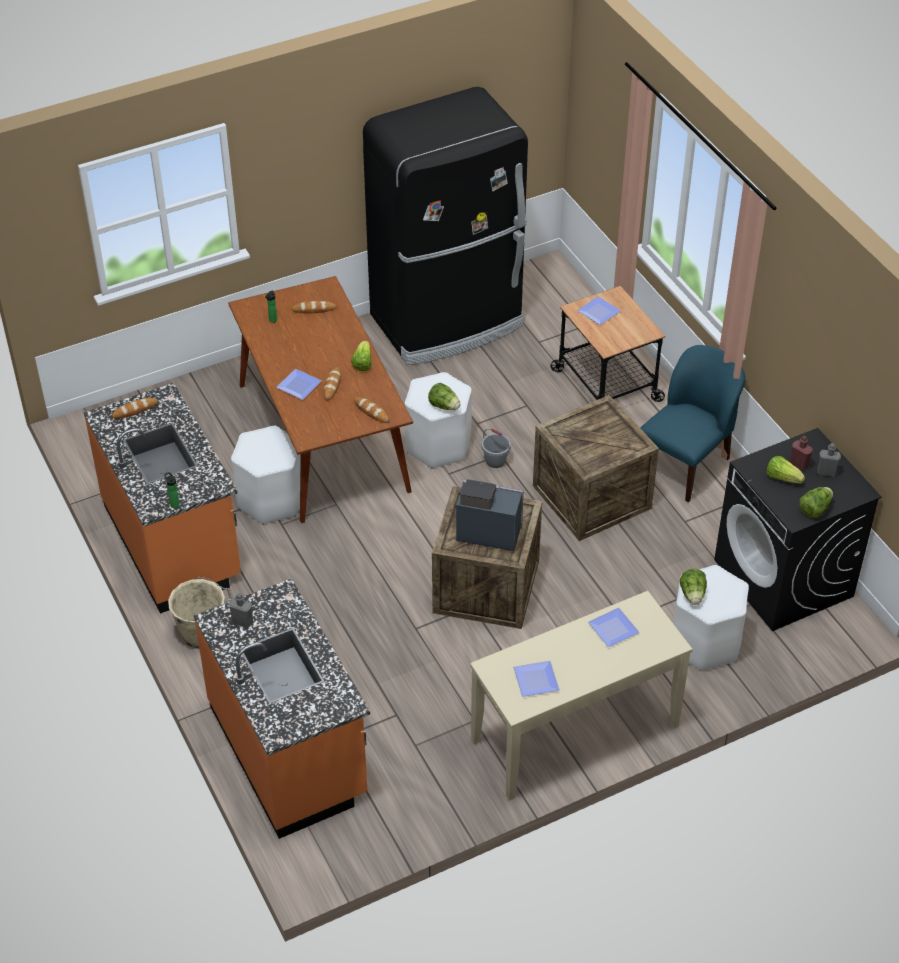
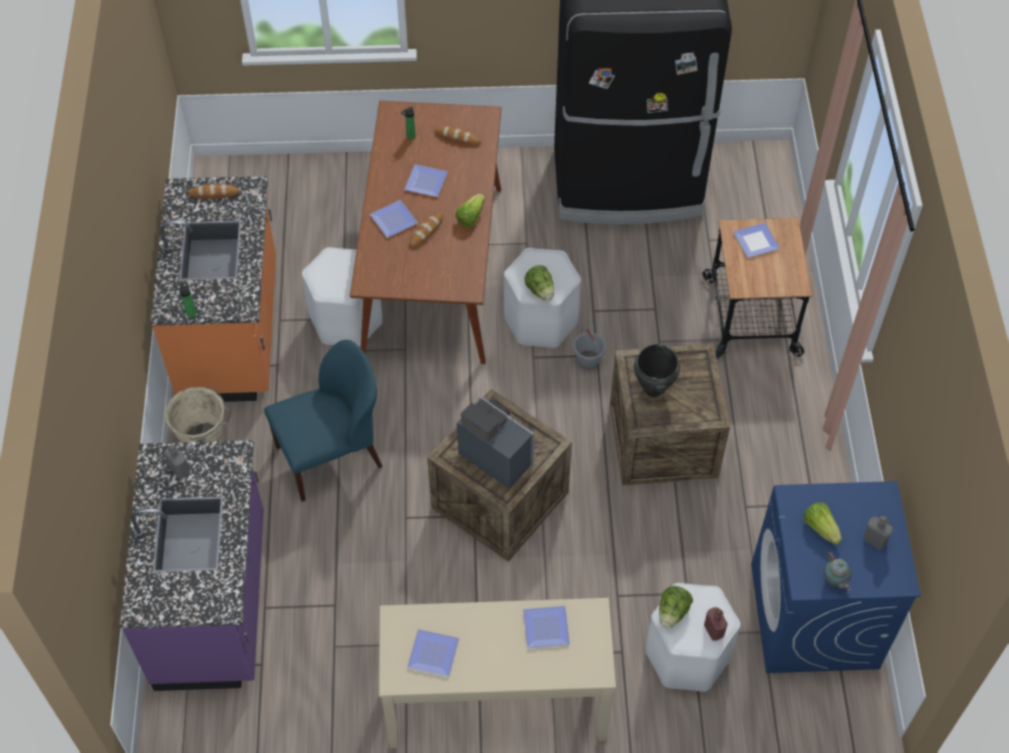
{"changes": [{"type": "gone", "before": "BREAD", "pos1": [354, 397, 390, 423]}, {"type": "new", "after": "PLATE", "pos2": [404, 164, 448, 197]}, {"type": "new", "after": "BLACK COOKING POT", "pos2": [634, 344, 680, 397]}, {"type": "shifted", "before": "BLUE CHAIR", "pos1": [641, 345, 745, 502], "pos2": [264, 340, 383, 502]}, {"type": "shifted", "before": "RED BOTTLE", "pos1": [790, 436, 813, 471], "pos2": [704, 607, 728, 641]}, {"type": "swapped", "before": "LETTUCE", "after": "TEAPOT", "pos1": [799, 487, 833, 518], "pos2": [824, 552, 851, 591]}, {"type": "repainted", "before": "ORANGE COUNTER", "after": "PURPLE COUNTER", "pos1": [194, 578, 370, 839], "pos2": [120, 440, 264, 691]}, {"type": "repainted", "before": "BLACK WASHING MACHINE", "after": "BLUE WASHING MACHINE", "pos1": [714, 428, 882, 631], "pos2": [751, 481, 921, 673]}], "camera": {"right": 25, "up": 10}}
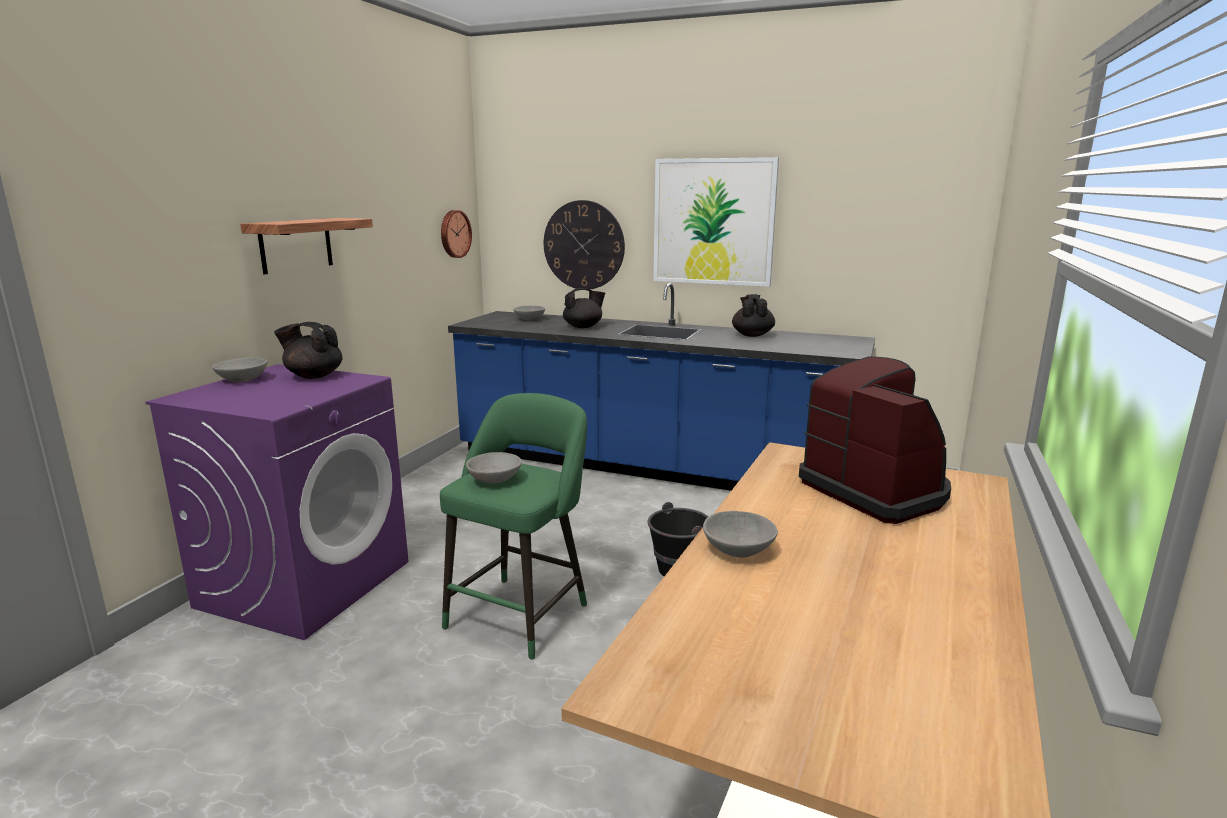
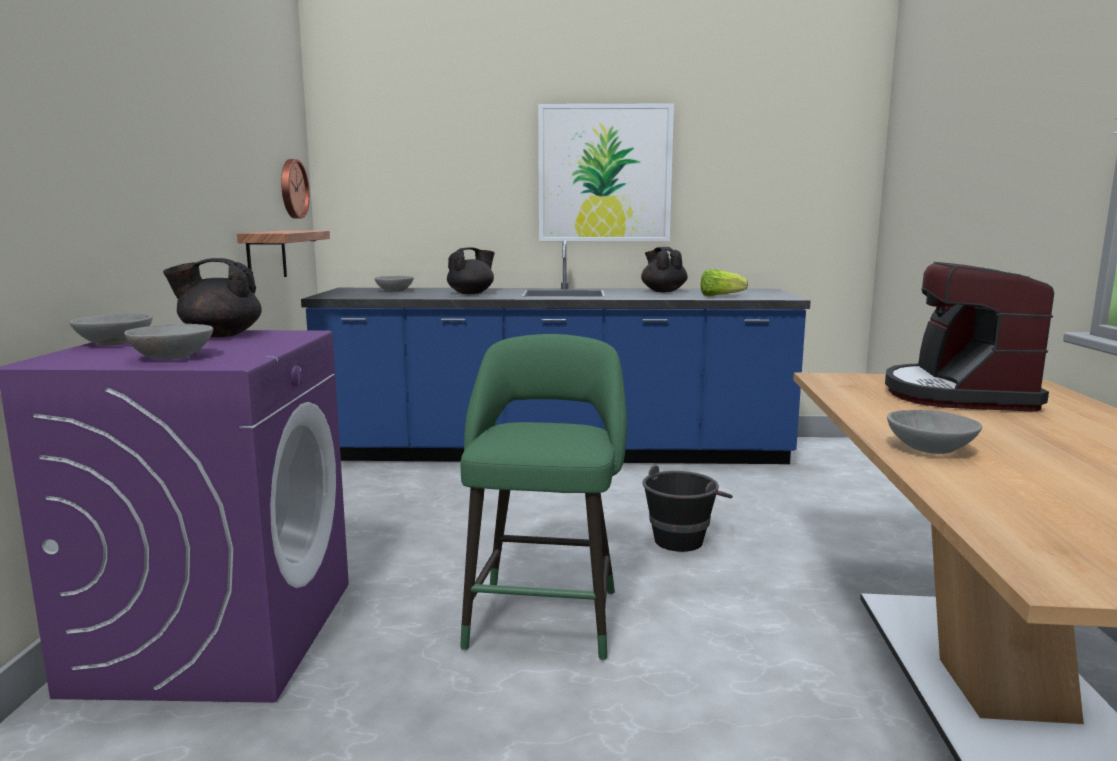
{"changes": [{"type": "gone", "before": "WALL CLOCK", "pos1": [544, 200, 625, 290]}, {"type": "new", "after": "LETTUCE", "pos2": [701, 269, 748, 296]}, {"type": "shifted", "before": "SHELF", "pos1": [240, 218, 373, 274], "pos2": [237, 230, 330, 277]}, {"type": "shifted", "before": "GREY BOWL", "pos1": [466, 452, 522, 483], "pos2": [124, 324, 213, 359]}, {"type": "rotated", "before": "COFFEE MACHINE", "pos1": [799, 357, 951, 524], "pos2": [885, 262, 1054, 412], "turn": -120}], "camera": {"right": -20, "up": -5}}
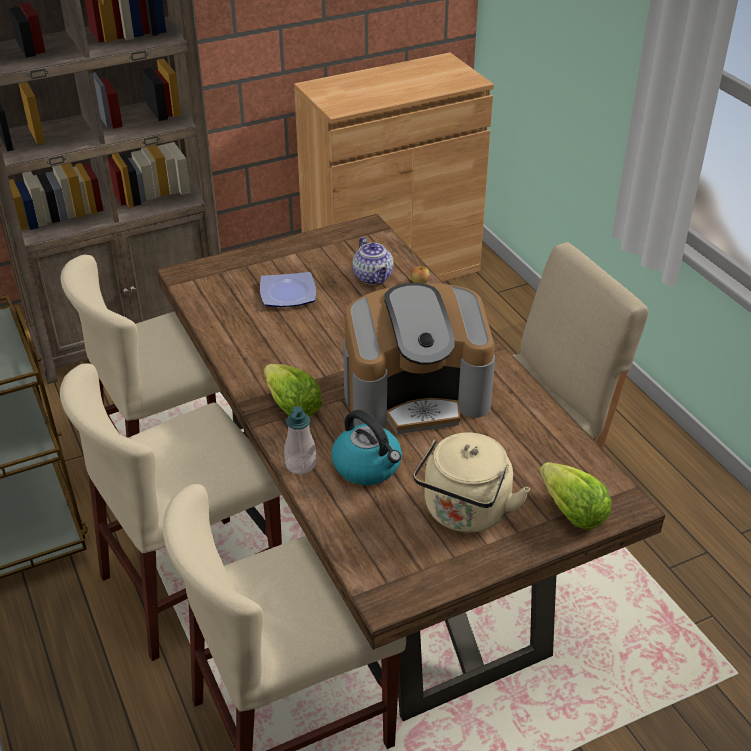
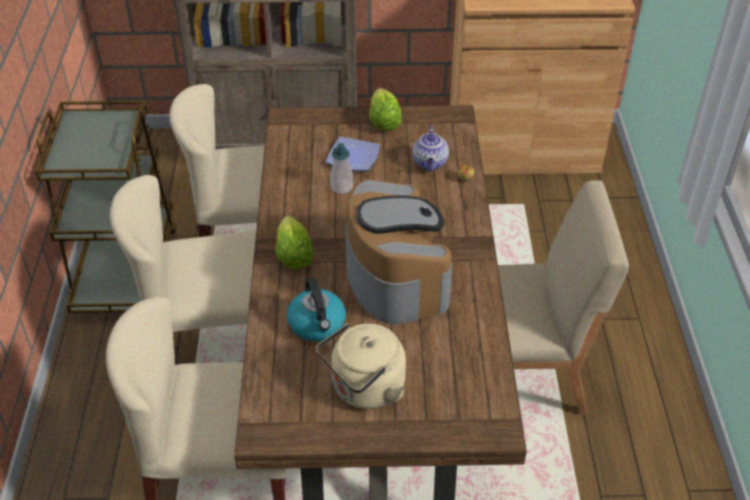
{"changes": [{"type": "shifted", "before": "SOAP DISPENSER", "pos1": [284, 406, 316, 474], "pos2": [330, 143, 353, 194]}, {"type": "shifted", "before": "LETTUCE", "pos1": [540, 462, 612, 530], "pos2": [369, 88, 402, 131]}, {"type": "rotated", "before": "COFFEE MACHINE", "pos1": [343, 283, 495, 434], "pos2": [346, 179, 452, 325], "turn": -120}], "camera": {"right": 25, "up": 5}}
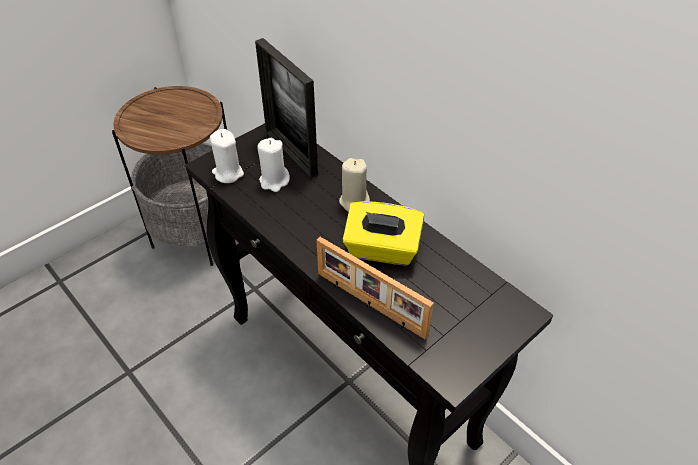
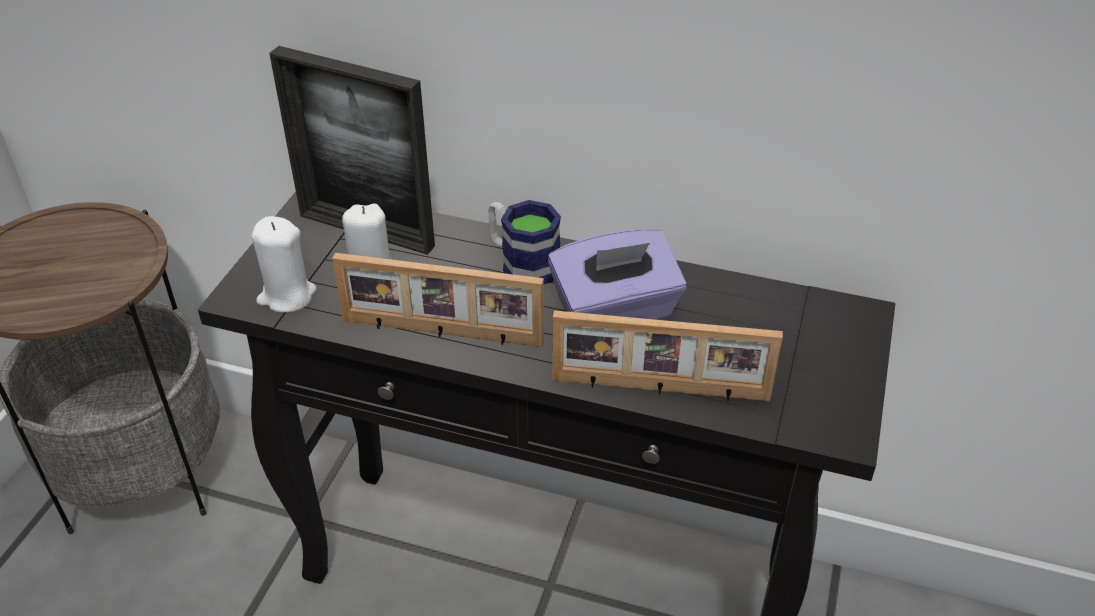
{"changes": [{"type": "new", "after": "PICTURE FRAME", "pos2": [332, 253, 544, 347]}, {"type": "swapped", "before": "BEIGE CANDLE", "after": "MUG", "pos1": [339, 158, 370, 212], "pos2": [488, 200, 561, 284]}, {"type": "repainted", "before": "YELLOW TISSUE BOX", "after": "PURPLE TISSUE BOX", "pos1": [343, 201, 424, 266], "pos2": [548, 229, 687, 320]}], "camera": {"right": -30, "up": -5}}
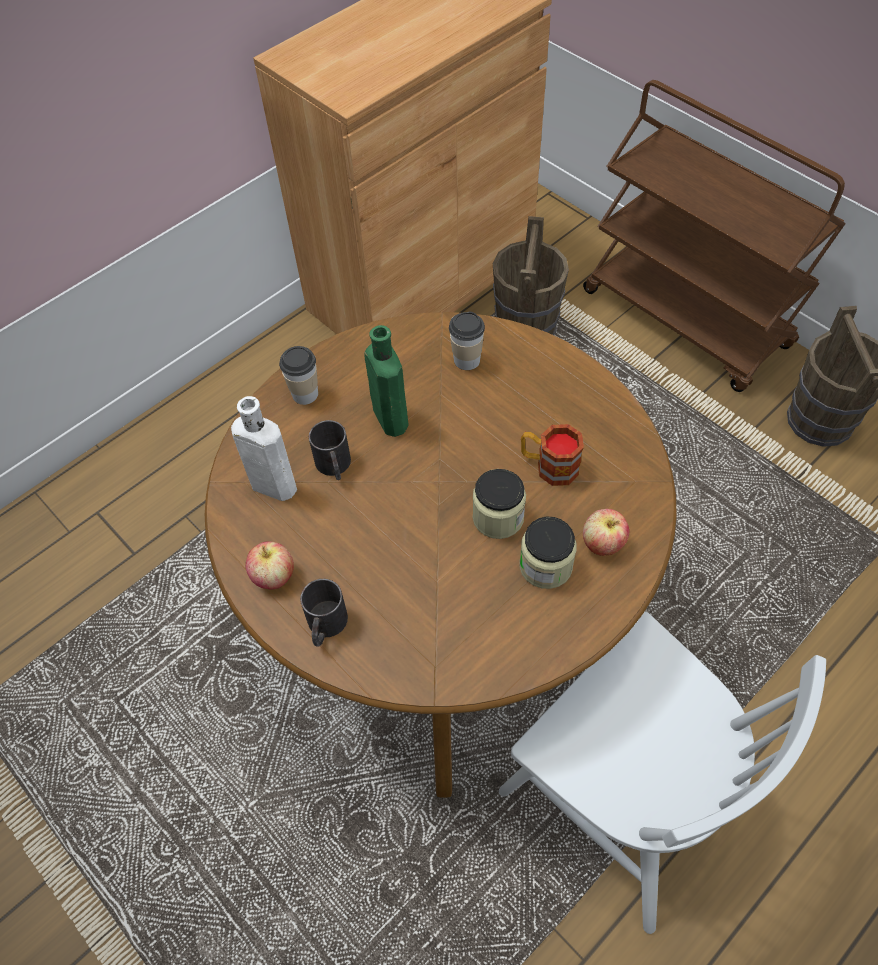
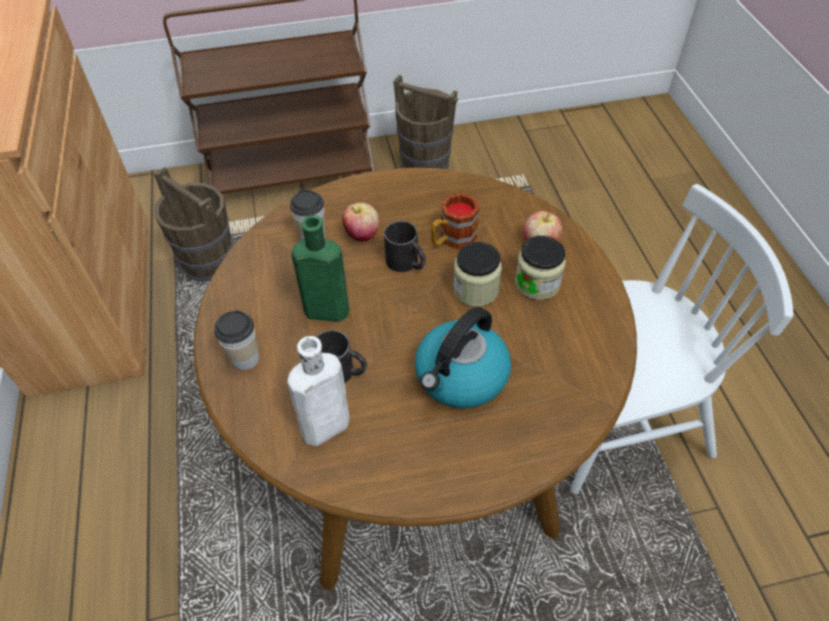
{"changes": [{"type": "new", "after": "KETTLE", "pos2": [415, 307, 511, 408]}, {"type": "shifted", "before": "APPLE", "pos1": [246, 541, 294, 590], "pos2": [342, 202, 379, 242]}, {"type": "shifted", "before": "BLACK MUG", "pos1": [300, 579, 348, 646], "pos2": [384, 221, 426, 272]}], "camera": {"right": -60, "up": -5}}
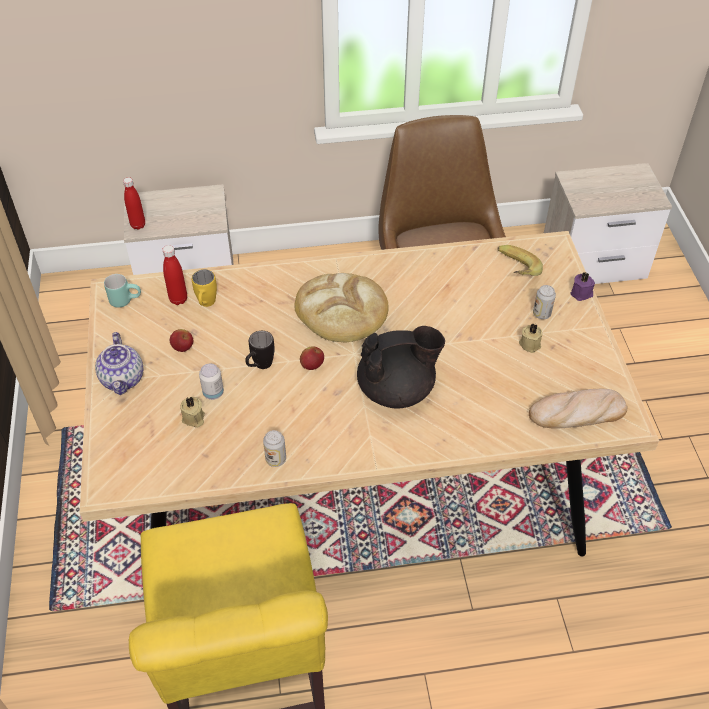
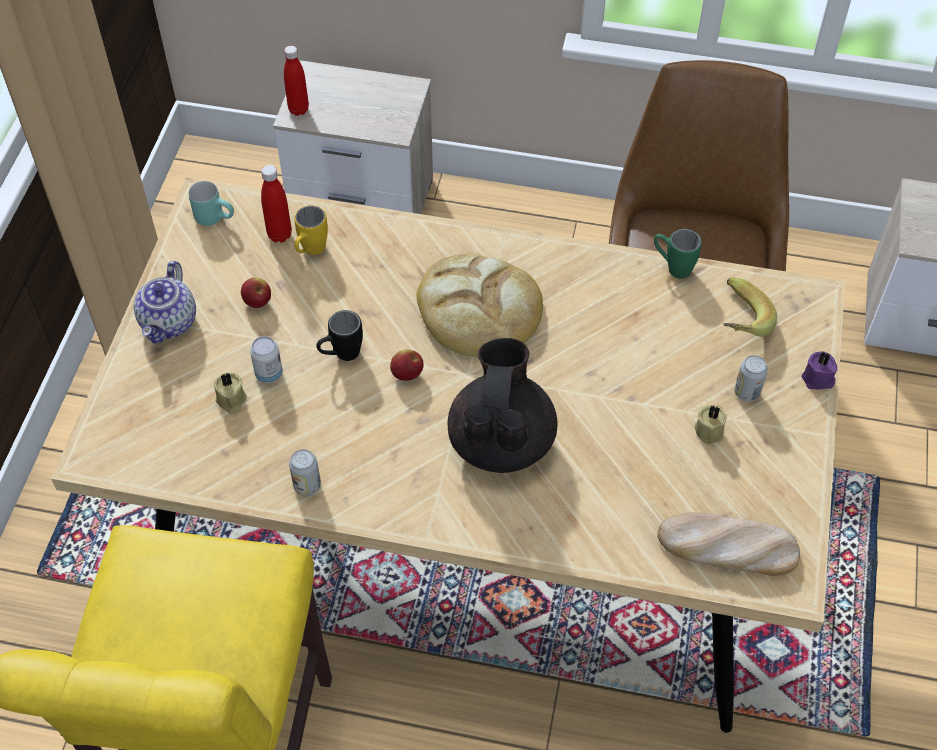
{"changes": [{"type": "new", "after": "GREEN MUG", "pos2": [654, 229, 702, 279]}, {"type": "rotated", "before": "BLACK TEAPOT", "pos1": [357, 326, 445, 409], "pos2": [448, 338, 558, 473], "turn": -90}], "camera": {"right": 20, "up": 5}}
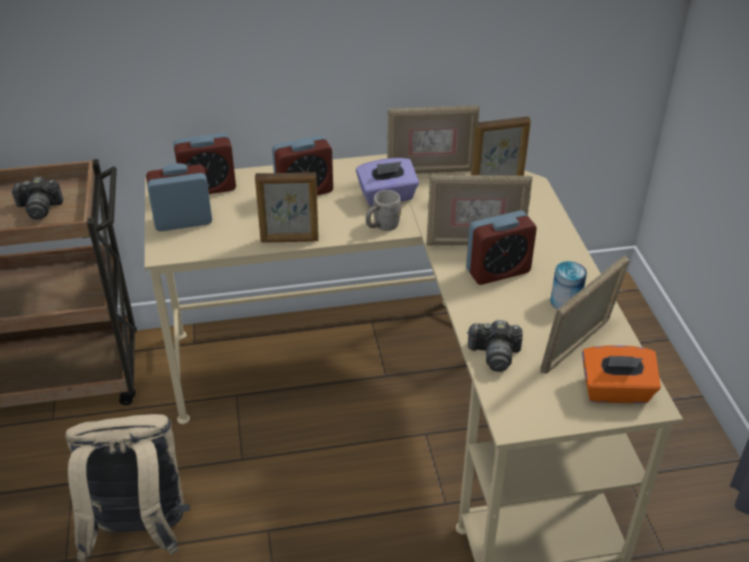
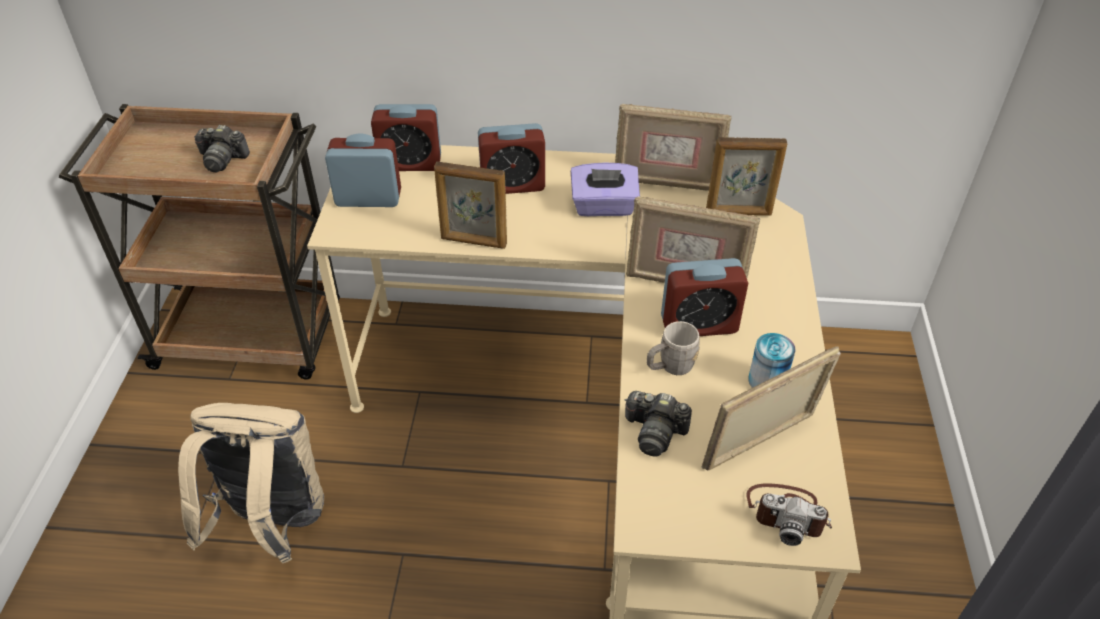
{"changes": [{"type": "shifted", "before": "GREY MUG", "pos1": [366, 190, 402, 231], "pos2": [647, 321, 700, 375]}, {"type": "swapped", "before": "ORANGE TISSUE BOX", "after": "PHOTO CAMERA", "pos1": [582, 345, 661, 404], "pos2": [746, 484, 832, 546]}], "camera": {"right": 15, "up": 5}}
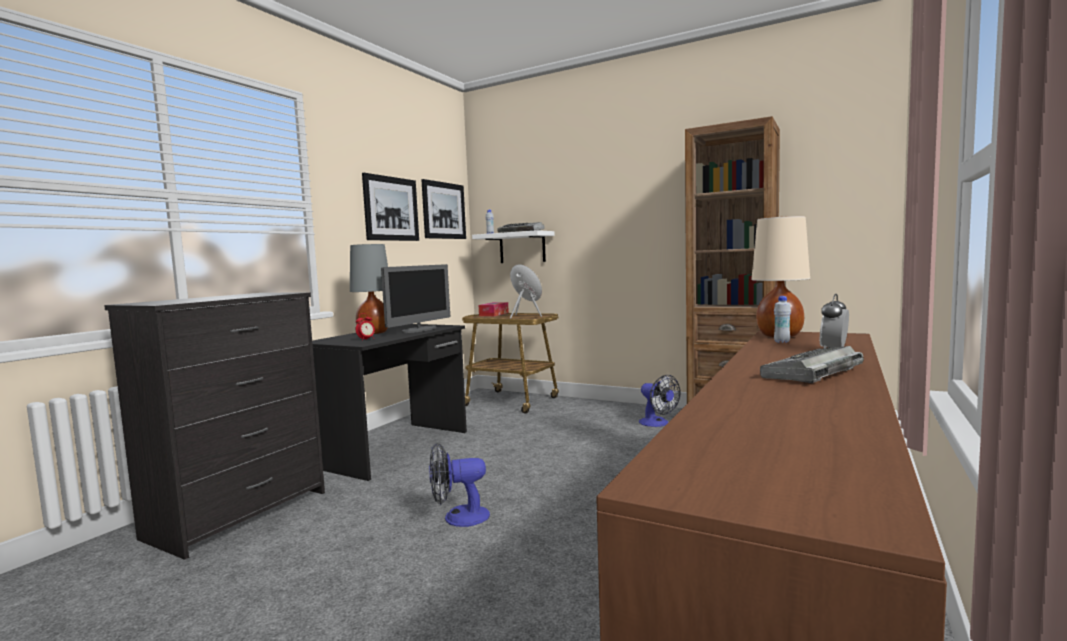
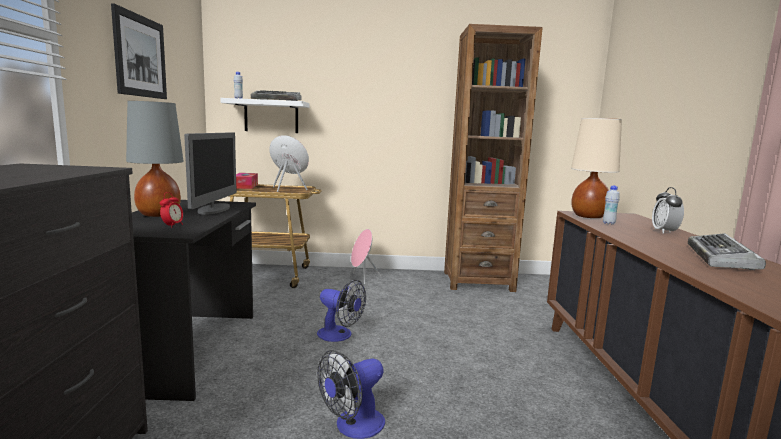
{"changes": [{"type": "gone", "before": "PICTURE", "pos1": [421, 179, 466, 239]}, {"type": "new", "after": "PINK SPEAKER", "pos2": [351, 229, 381, 285]}, {"type": "shifted", "before": "FAN", "pos1": [639, 375, 680, 427], "pos2": [317, 280, 366, 342]}], "camera": {"right": -30, "up": 5}}
